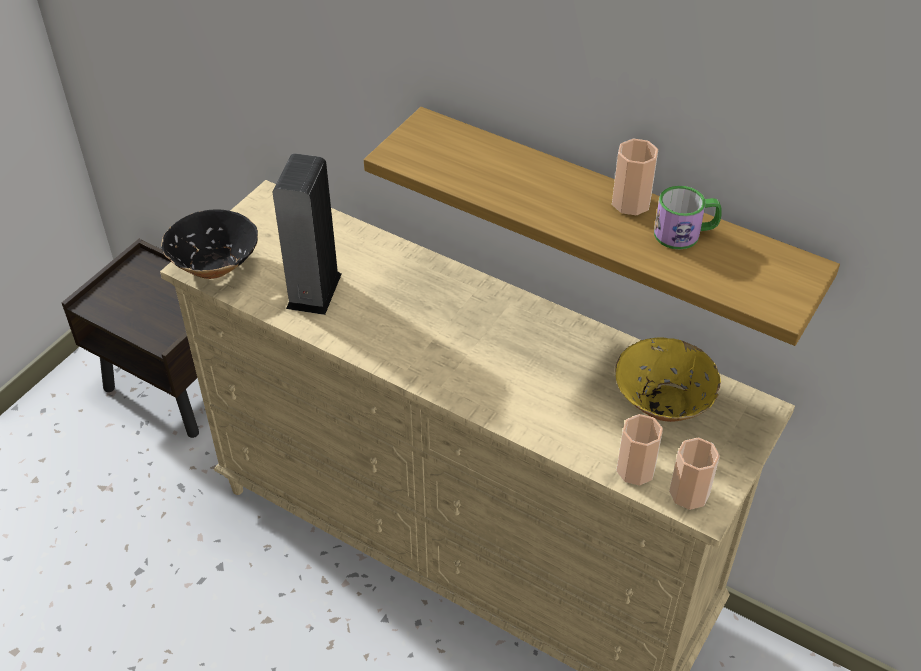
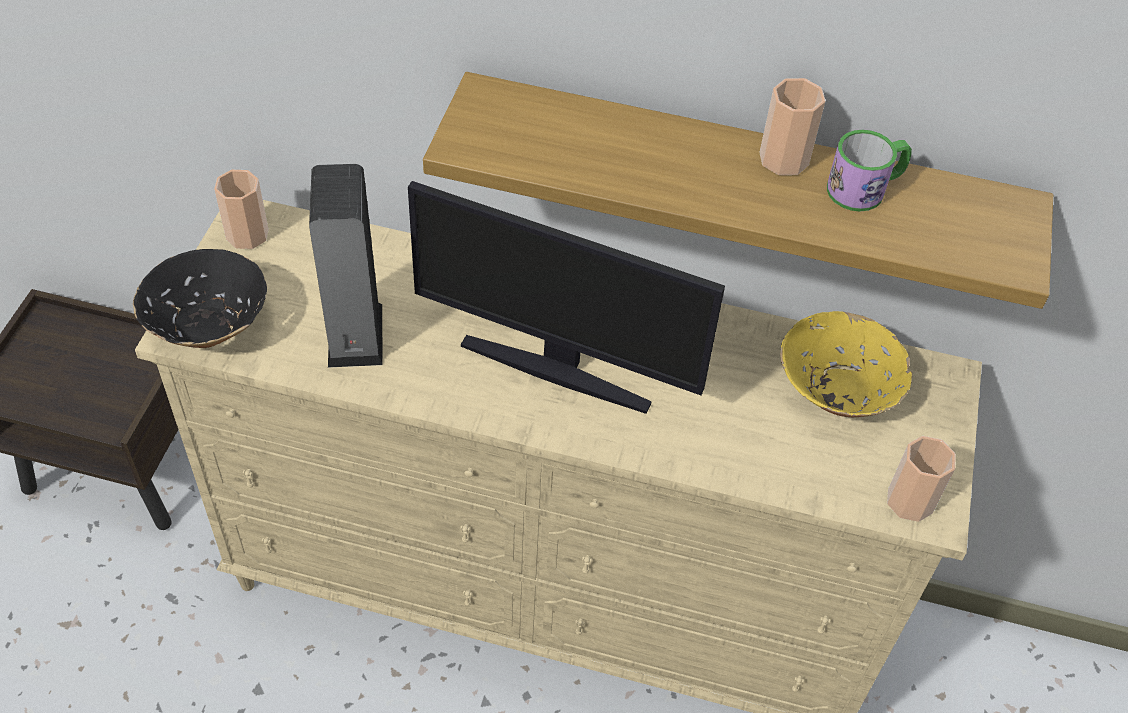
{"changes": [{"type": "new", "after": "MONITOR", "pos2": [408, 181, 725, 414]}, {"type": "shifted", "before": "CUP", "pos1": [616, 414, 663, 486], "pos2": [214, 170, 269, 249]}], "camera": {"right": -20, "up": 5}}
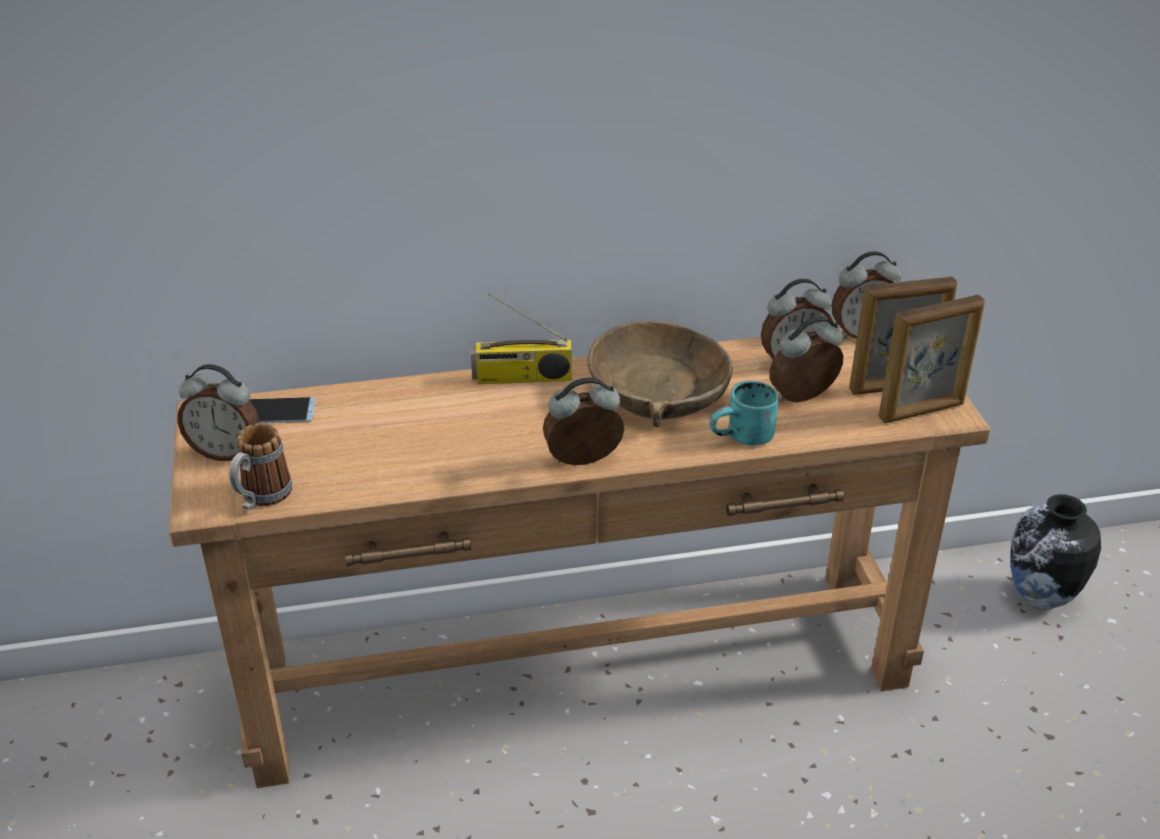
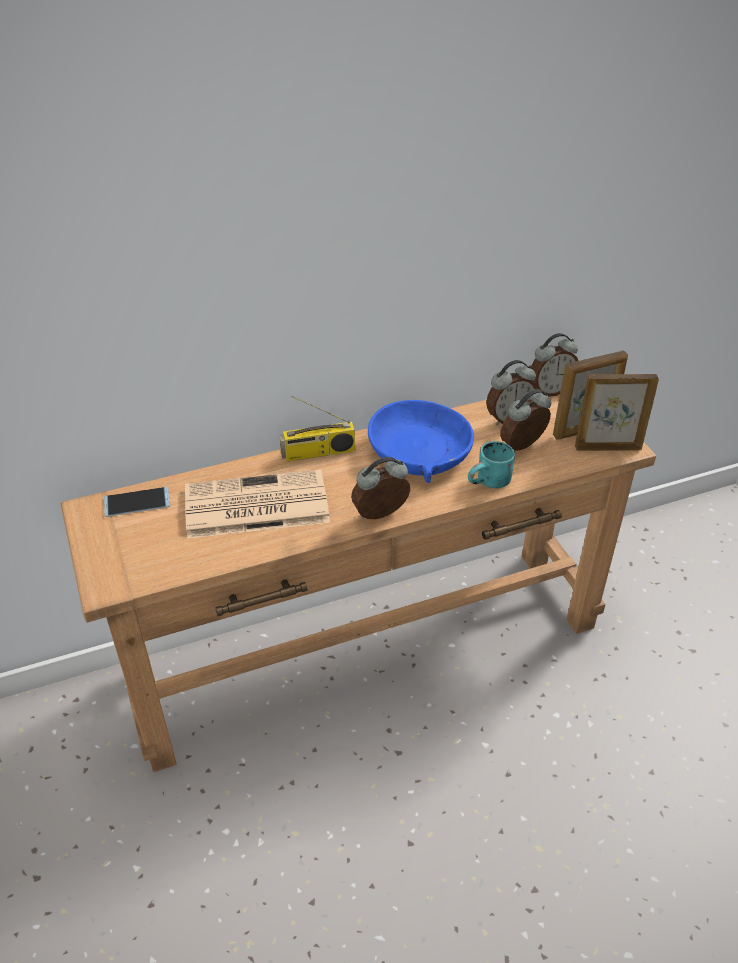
{"changes": [{"type": "gone", "before": "ALARM CLOCK", "pos1": [177, 364, 260, 461]}, {"type": "gone", "before": "MUG", "pos1": [229, 423, 292, 510]}, {"type": "gone", "before": "VASE", "pos1": [1011, 494, 1101, 610]}, {"type": "new", "after": "NEWSPAPER", "pos2": [185, 469, 330, 539]}, {"type": "repainted", "before": "BROWN BOWL", "after": "BLUE BOWL", "pos1": [588, 321, 733, 427], "pos2": [368, 400, 474, 483]}, {"type": "rotated", "before": "PICTURE FRAME", "pos1": [878, 295, 985, 423], "pos2": [575, 374, 659, 451], "turn": -150}], "camera": {"right": -10, "up": 5}}
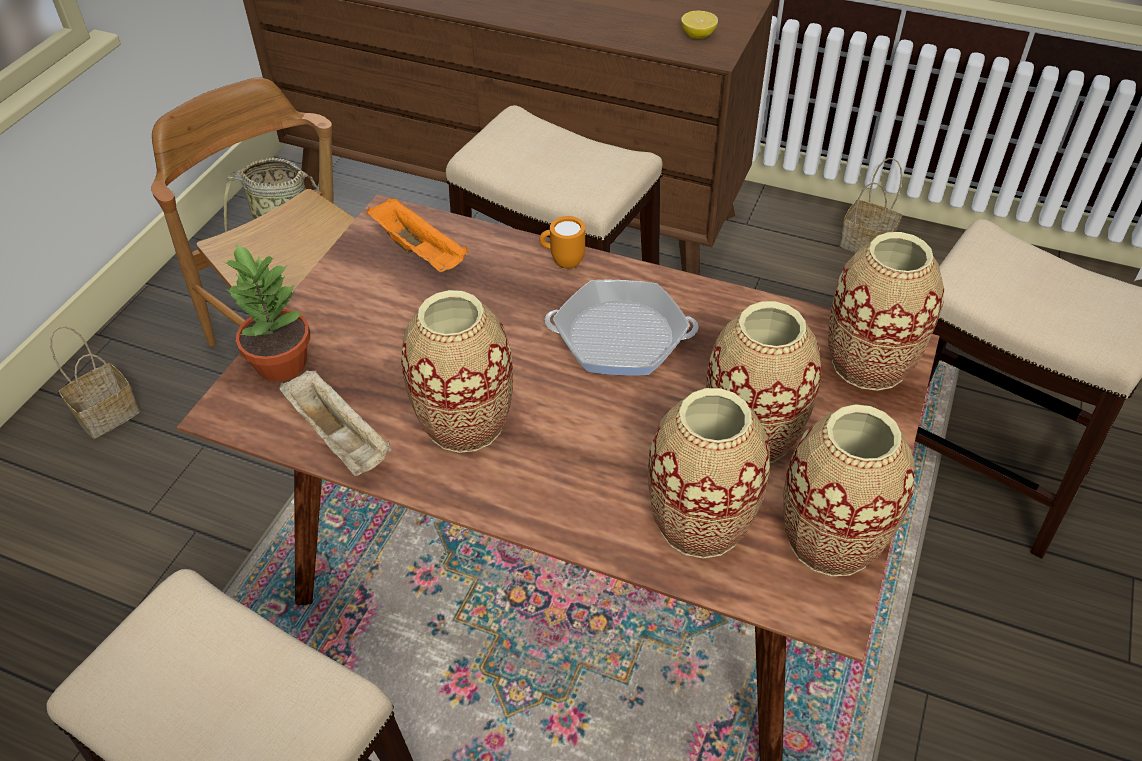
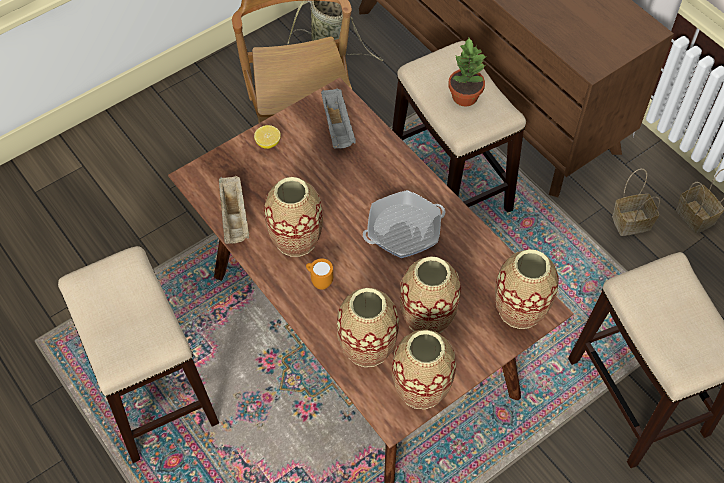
{"changes": [{"type": "shifted", "before": "BASKET", "pos1": [50, 326, 140, 439], "pos2": [612, 169, 660, 236]}, {"type": "shifted", "before": "POTTED PLANT", "pos1": [224, 243, 310, 381], "pos2": [448, 38, 487, 106]}, {"type": "shifted", "before": "ORANGE MUG", "pos1": [539, 216, 585, 269], "pos2": [306, 258, 333, 290]}, {"type": "shifted", "before": "LEMON", "pos1": [681, 11, 718, 39], "pos2": [254, 125, 281, 149]}, {"type": "repainted", "before": "ORANGE TRAY", "after": "GREY TRAY", "pos1": [367, 198, 468, 272], "pos2": [321, 88, 356, 149]}, {"type": "rotated", "before": "FRYING PAN", "pos1": [545, 279, 699, 376], "pos2": [363, 190, 445, 258], "turn": 120}], "camera": {"right": 30, "up": 10}}
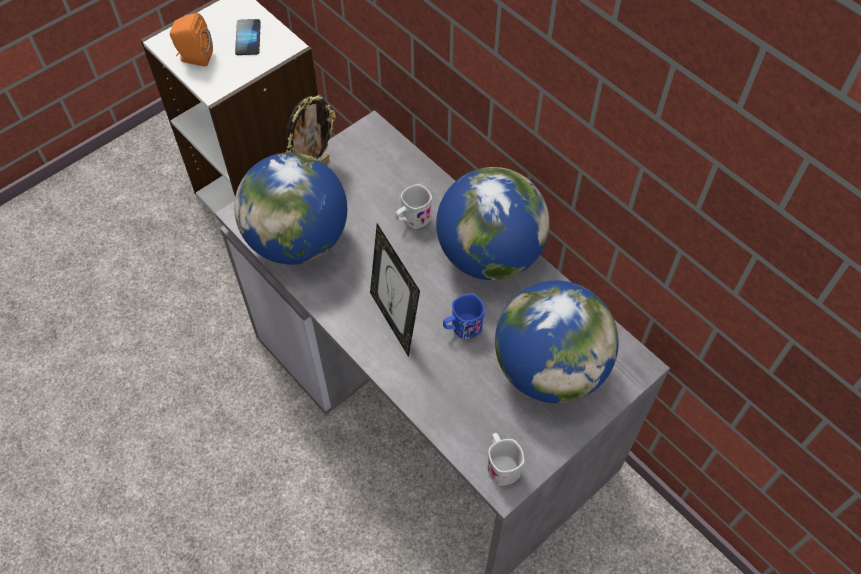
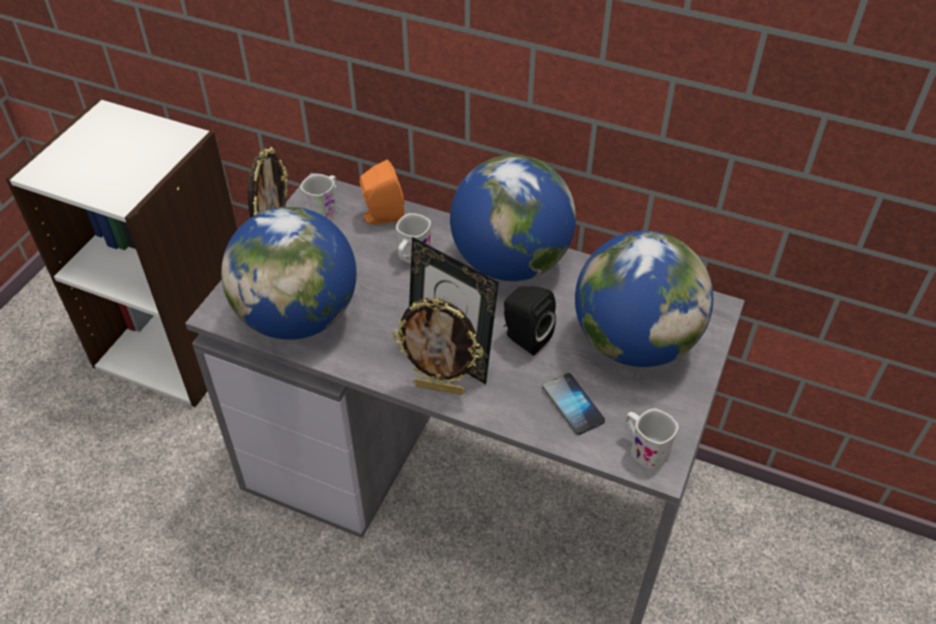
{"changes": [{"type": "new", "after": "WHITE MUG", "pos2": [300, 174, 337, 220]}, {"type": "new", "after": "PICTURE FRAME", "pos2": [392, 298, 483, 395]}, {"type": "shifted", "before": "ORANGE SPEAKER", "pos1": [170, 13, 213, 67], "pos2": [360, 160, 405, 225]}, {"type": "shifted", "before": "PHONE", "pos1": [235, 19, 261, 55], "pos2": [542, 373, 605, 435]}, {"type": "swapped", "before": "BLUE MUG", "after": "BLACK SPEAKER", "pos1": [443, 294, 485, 339], "pos2": [504, 286, 556, 356]}], "camera": {"right": -25, "up": -10}}
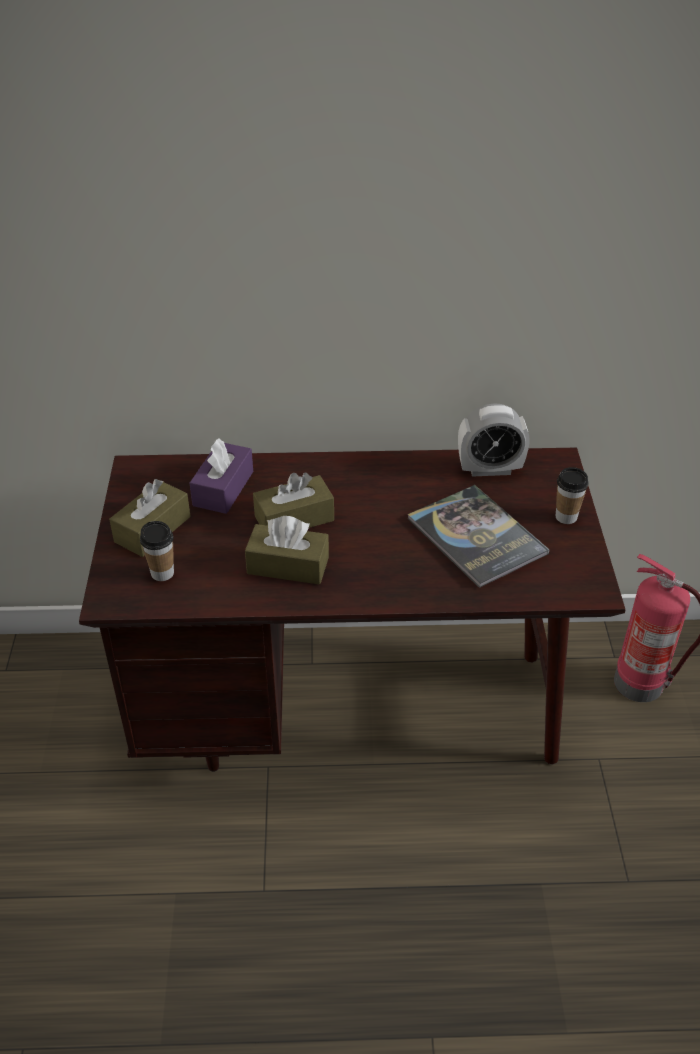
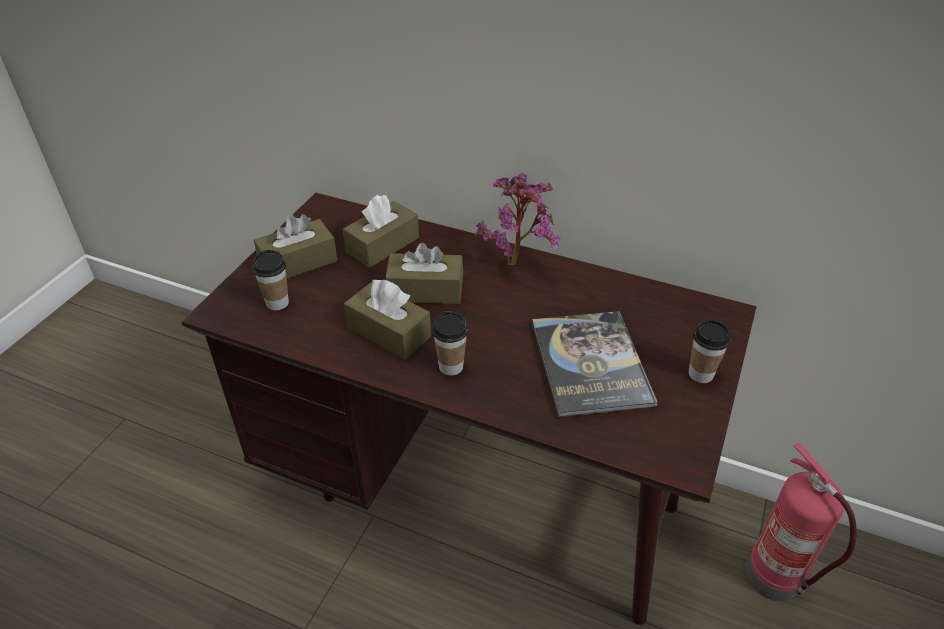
{"changes": [{"type": "gone", "before": "ALARM CLOCK", "pos1": [458, 403, 530, 477]}, {"type": "new", "after": "CUP", "pos2": [432, 311, 468, 376]}, {"type": "new", "after": "POTTED PLANT", "pos2": [475, 173, 561, 265]}, {"type": "repainted", "before": "PURPLE TISSUE BOX", "after": "BROWN TISSUE BOX", "pos1": [190, 438, 253, 514], "pos2": [343, 195, 419, 268]}], "camera": {"right": 25, "up": 0}}
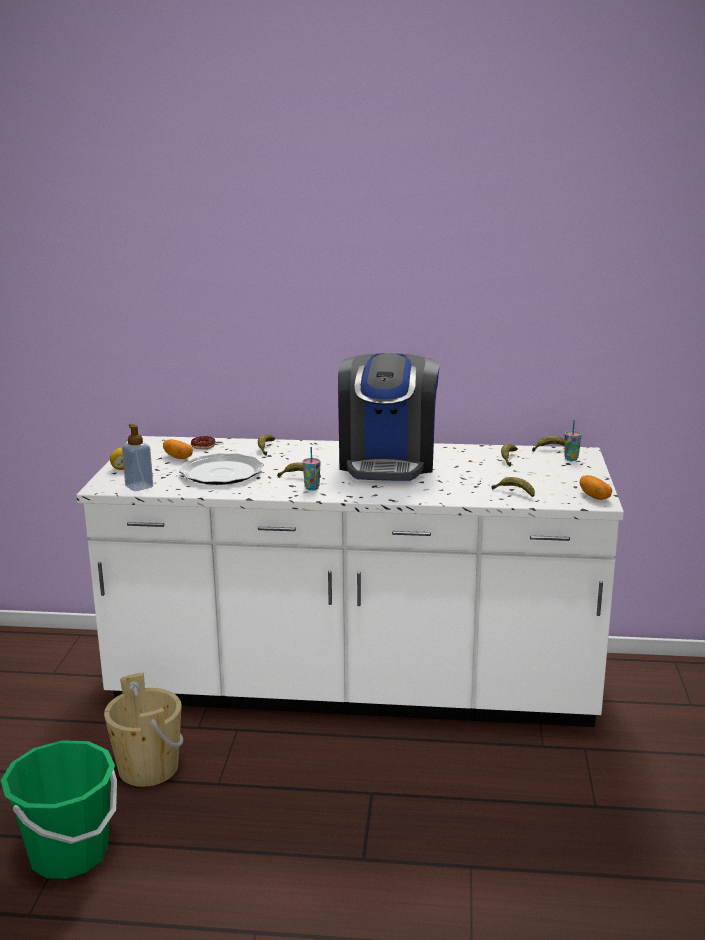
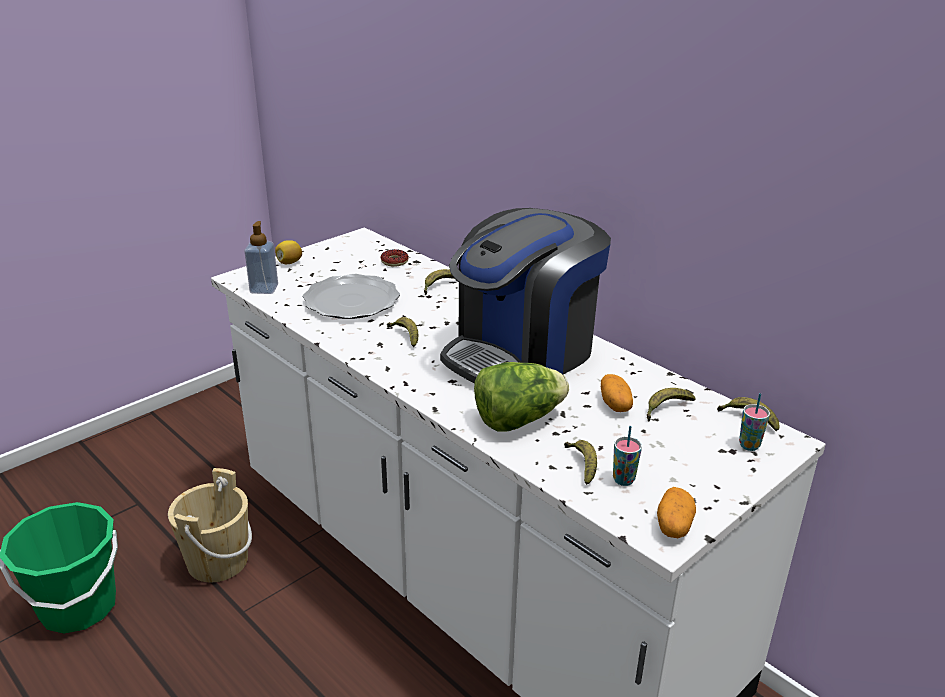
{"changes": [{"type": "new", "after": "LETTUCE", "pos2": [474, 362, 569, 431]}, {"type": "shifted", "before": "POTATO", "pos1": [163, 439, 193, 459], "pos2": [601, 374, 633, 412]}, {"type": "shifted", "before": "CUP", "pos1": [303, 447, 321, 491], "pos2": [613, 426, 642, 486]}], "camera": {"right": 40, "up": 10}}
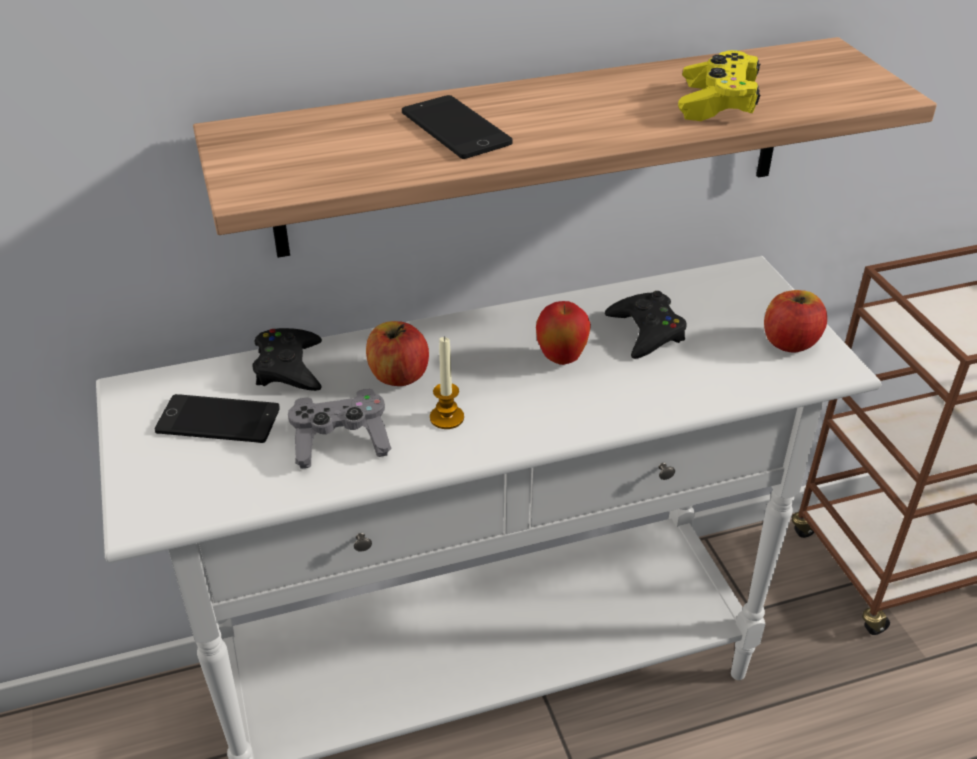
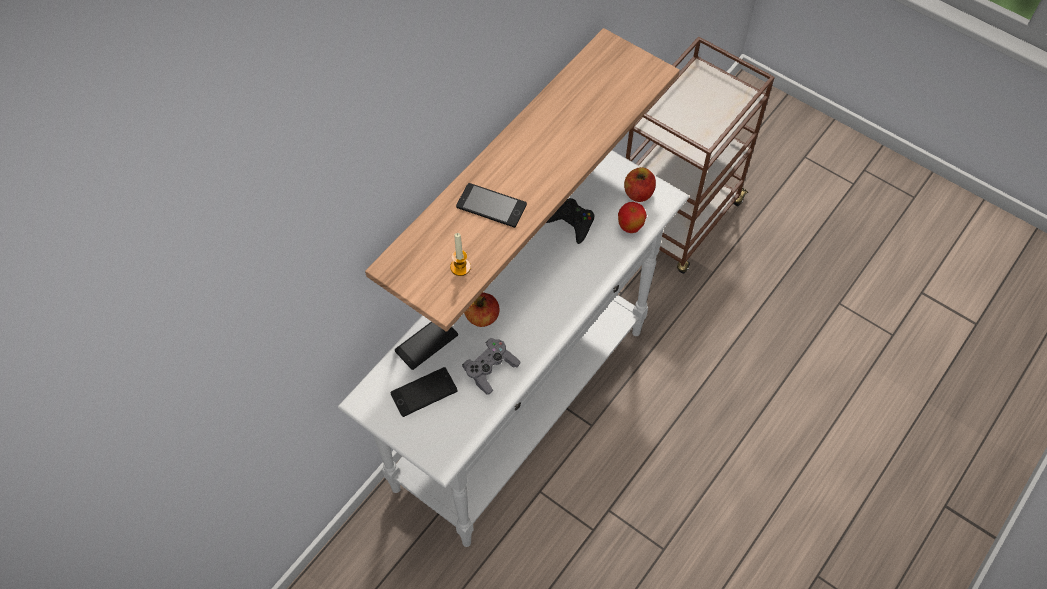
{"changes": [{"type": "gone", "before": "YELLOW GAME CONTROLLER", "pos1": [678, 50, 760, 121]}, {"type": "shifted", "before": "CANDLE", "pos1": [430, 336, 464, 429], "pos2": [450, 233, 471, 276]}, {"type": "shifted", "before": "APPLE", "pos1": [536, 301, 591, 365], "pos2": [618, 202, 647, 233]}, {"type": "swapped", "before": "BLACK GAME CONTROLLER", "after": "PHONE", "pos1": [252, 328, 322, 391], "pos2": [395, 322, 458, 370]}], "camera": {"right": -35, "up": 20}}
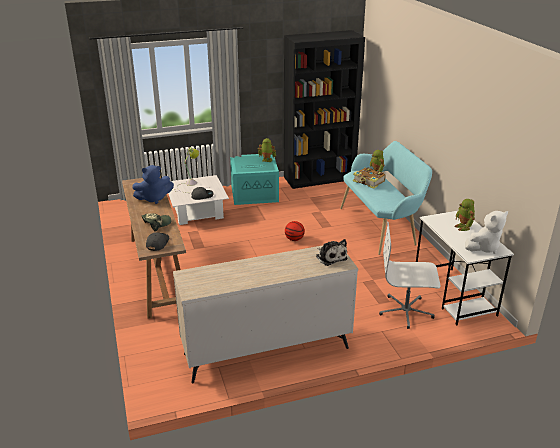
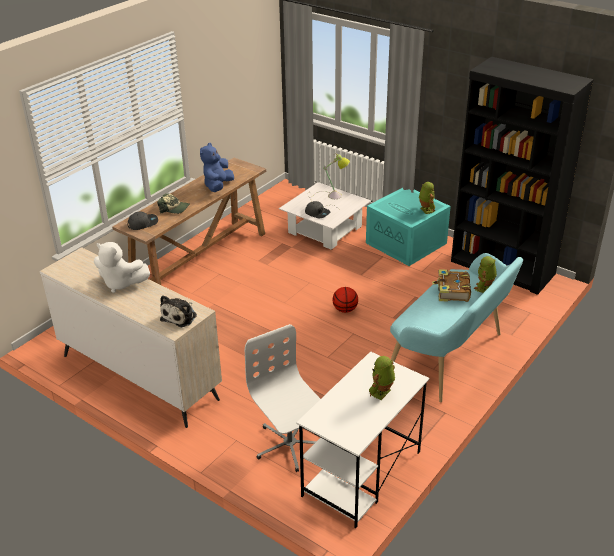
{"changes": [{"type": "shifted", "before": "WHITE PLUSH TOY", "pos1": [465, 211, 508, 254], "pos2": [94, 242, 150, 293]}, {"type": "rotated", "before": "BLUE PLUSH TOY", "pos1": [132, 165, 174, 204], "pos2": [200, 143, 234, 192], "turn": 75}], "camera": {"right": 55, "up": 5}}
